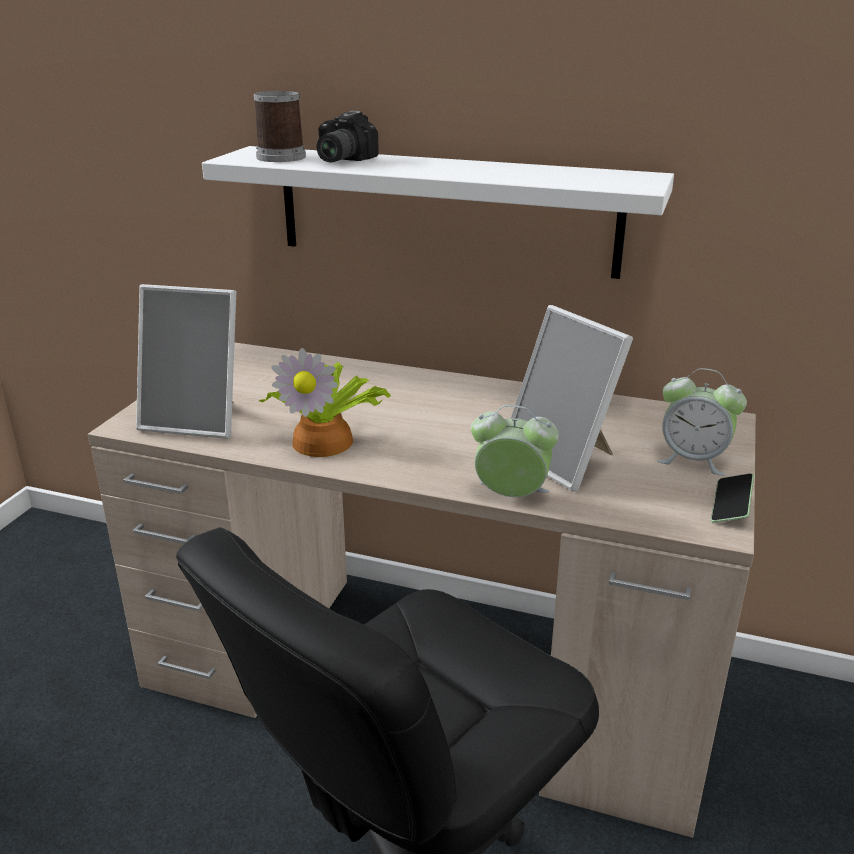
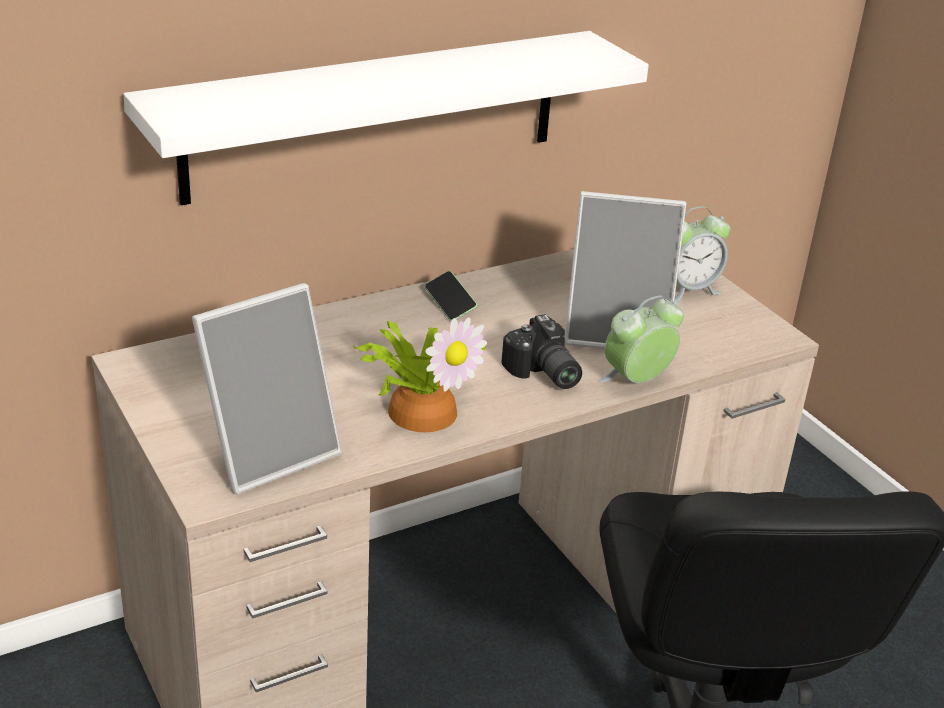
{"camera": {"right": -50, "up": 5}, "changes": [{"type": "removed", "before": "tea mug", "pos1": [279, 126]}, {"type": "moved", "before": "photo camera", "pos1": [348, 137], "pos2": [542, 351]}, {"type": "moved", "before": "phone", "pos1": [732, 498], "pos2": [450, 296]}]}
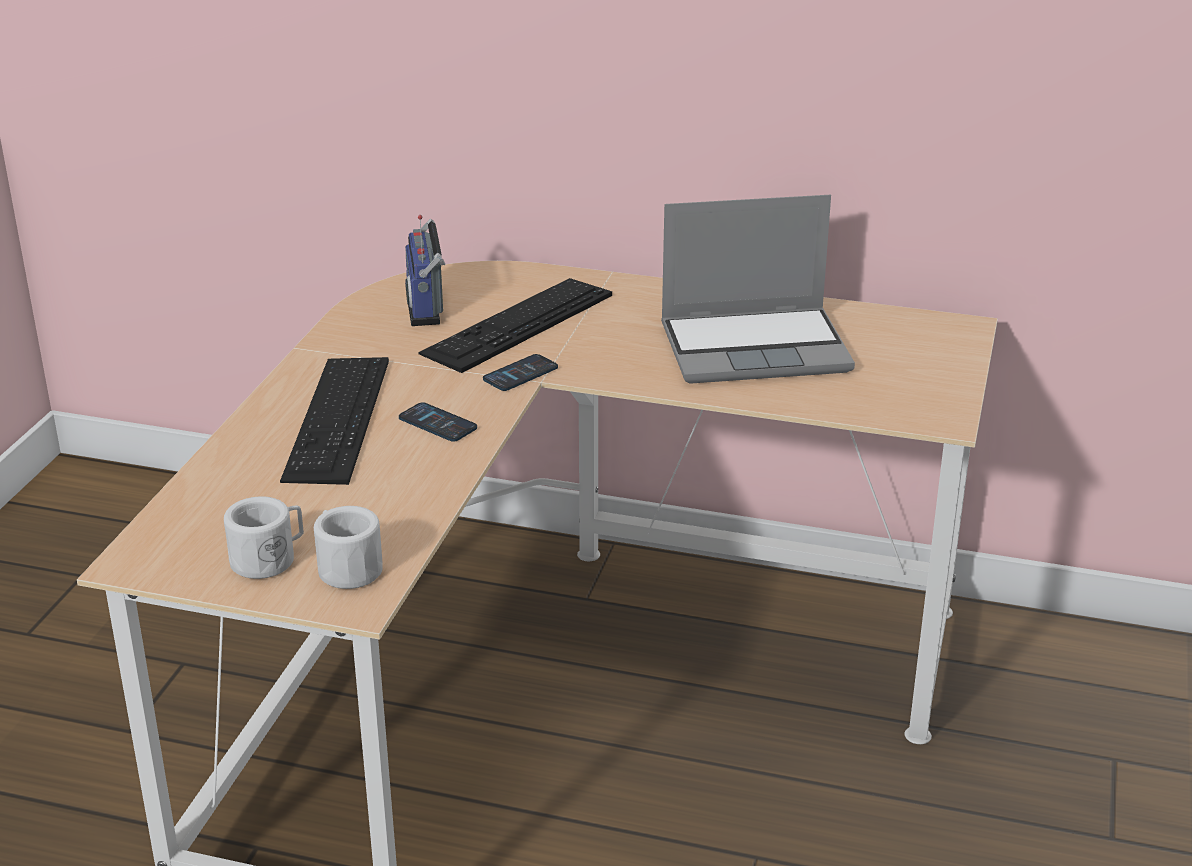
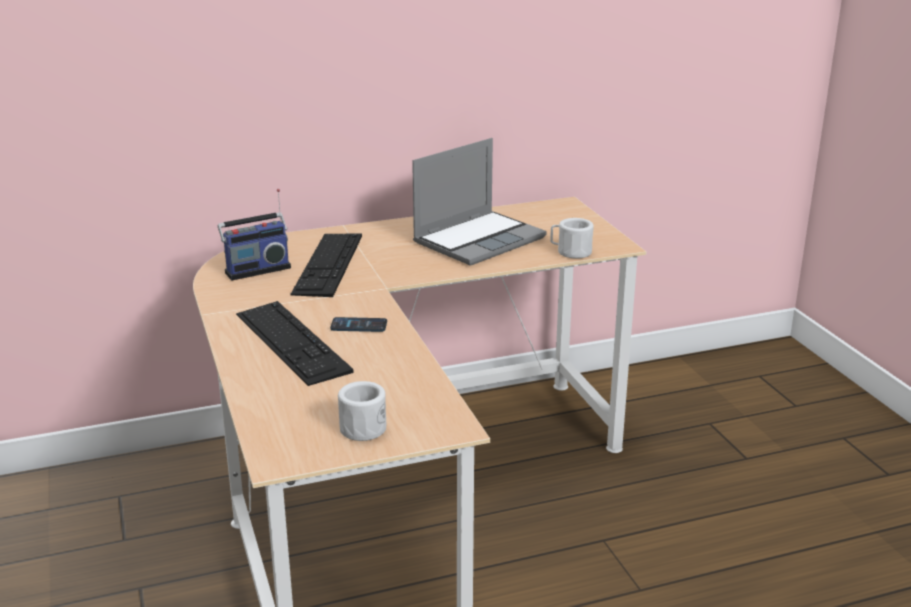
{"camera": {"right": -35, "up": -5}, "changes": [{"type": "turned", "before": "radio receiver", "pos1": [425, 270], "pos2": [254, 235], "turn": -75}, {"type": "removed", "before": "phone", "pos1": [520, 372]}, {"type": "moved", "before": "tea mug/white-coloured", "pos1": [348, 547], "pos2": [572, 238]}]}
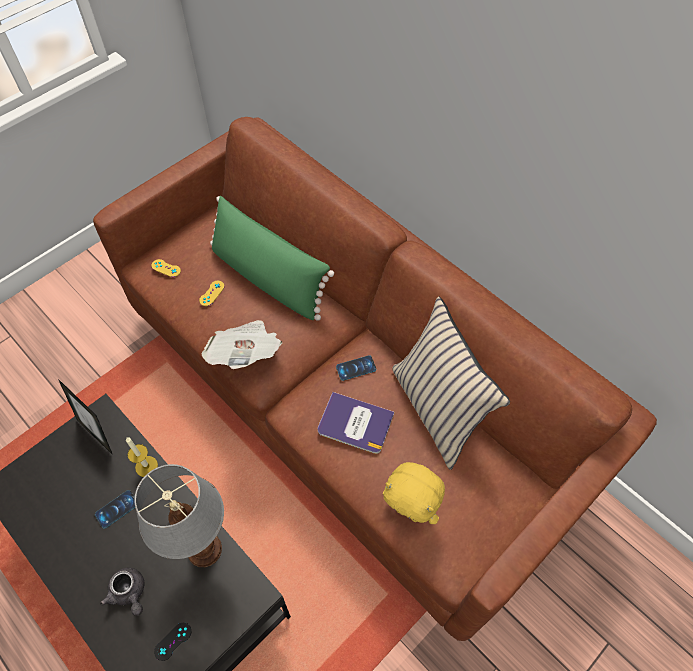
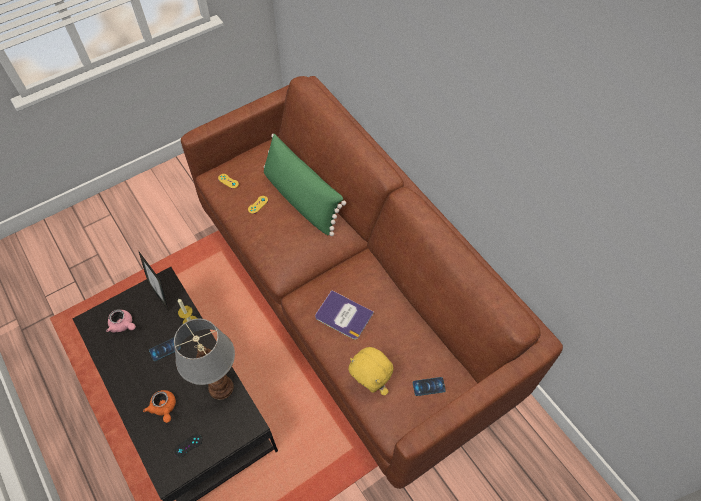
{"camera": {"right": 10, "up": 0}, "changes": [{"type": "removed", "before": "throw pillow/beige-coloured", "pos1": [451, 383]}, {"type": "removed", "before": "printed paper", "pos1": [241, 344]}, {"type": "moved", "before": "phone", "pos1": [356, 368], "pos2": [429, 386]}, {"type": "recoloured", "before": "pot for tea/grey", "after": "pot for tea/orange", "pos1": [122, 592], "pos2": [159, 406]}, {"type": "added", "after": "pot for tea/pinkish", "pos2": [121, 321]}]}
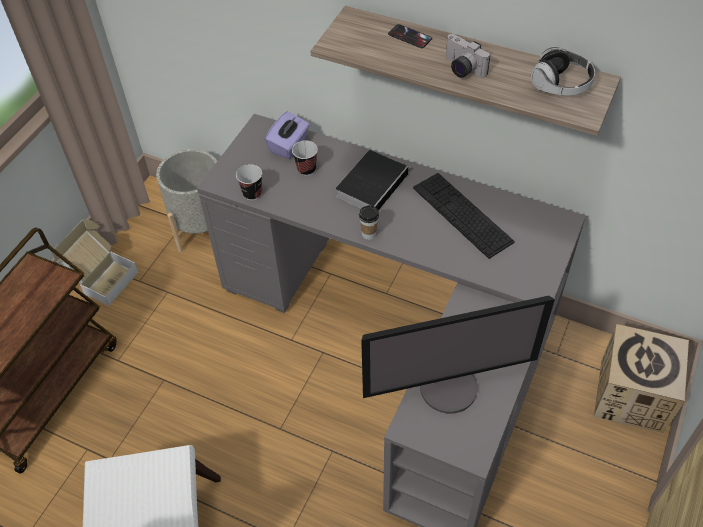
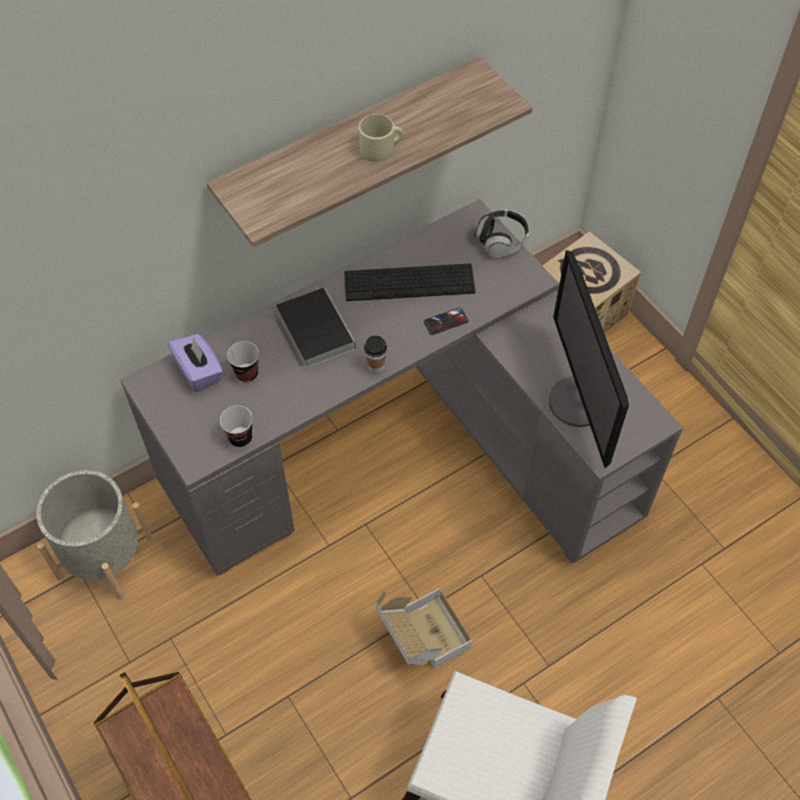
{"camera": {"right": -60, "up": 5}, "changes": [{"type": "moved", "before": "phone", "pos1": [410, 36], "pos2": [446, 321]}, {"type": "replaced", "before": "photo camera", "after": "tea mug/beige-coloured", "pos1": [468, 56], "pos2": [381, 138]}, {"type": "moved", "before": "headset", "pos1": [563, 71], "pos2": [501, 233]}, {"type": "moved", "before": "carton", "pos1": [95, 263], "pos2": [424, 628]}, {"type": "turned", "before": "computer display", "pos1": [458, 355], "pos2": [589, 359], "turn": 150}]}
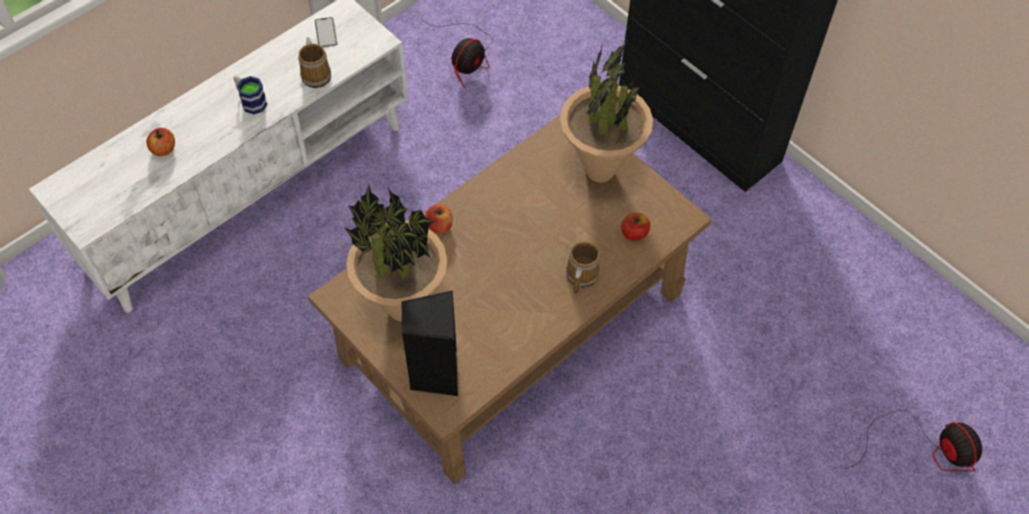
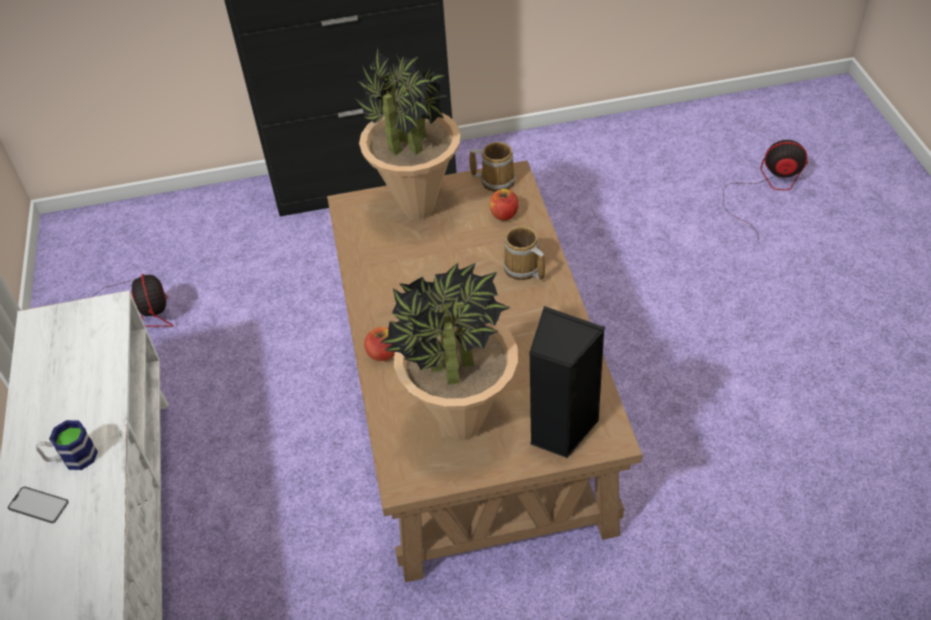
{"camera": {"right": -55, "up": -10}, "changes": [{"type": "moved", "before": "phone", "pos1": [326, 32], "pos2": [38, 505]}, {"type": "moved", "before": "tea mug", "pos1": [314, 62], "pos2": [492, 167]}, {"type": "removed", "before": "apple fruit", "pos1": [161, 142]}]}
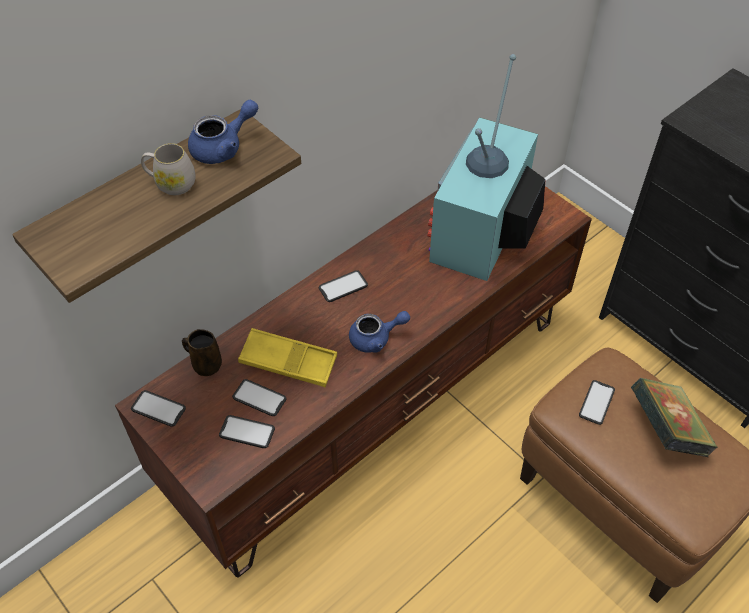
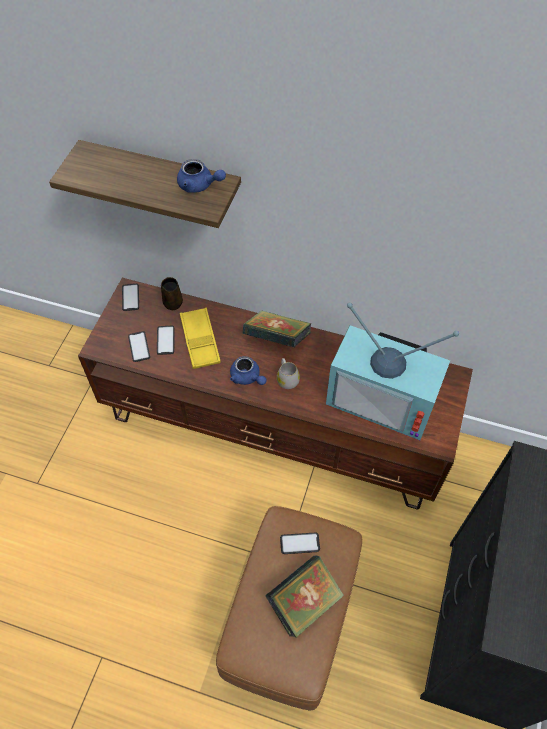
{"camera": {"right": 60, "up": 5}, "changes": [{"type": "turned", "before": "television", "pos1": [486, 167], "pos2": [392, 371], "turn": -150}, {"type": "moved", "before": "tea mug/white-coloured", "pos1": [168, 169], "pos2": [288, 373]}, {"type": "replaced", "before": "phone", "after": "bound book", "pos1": [343, 286], "pos2": [277, 328]}]}
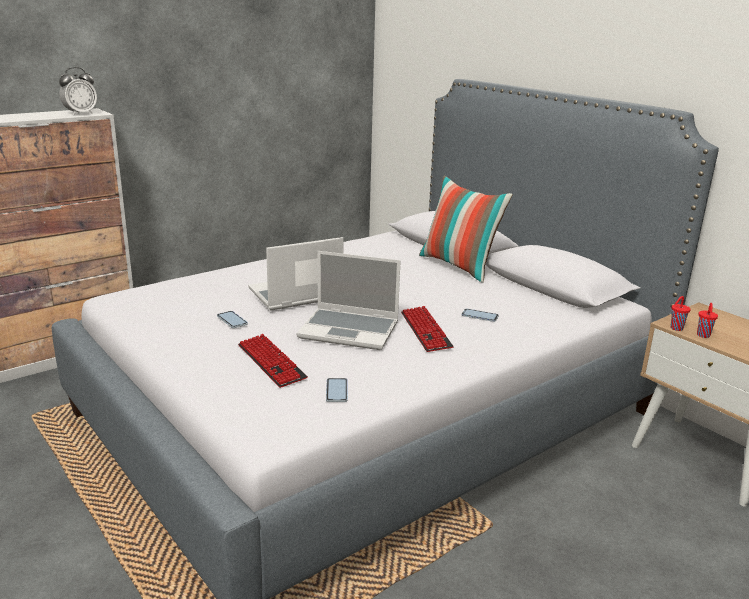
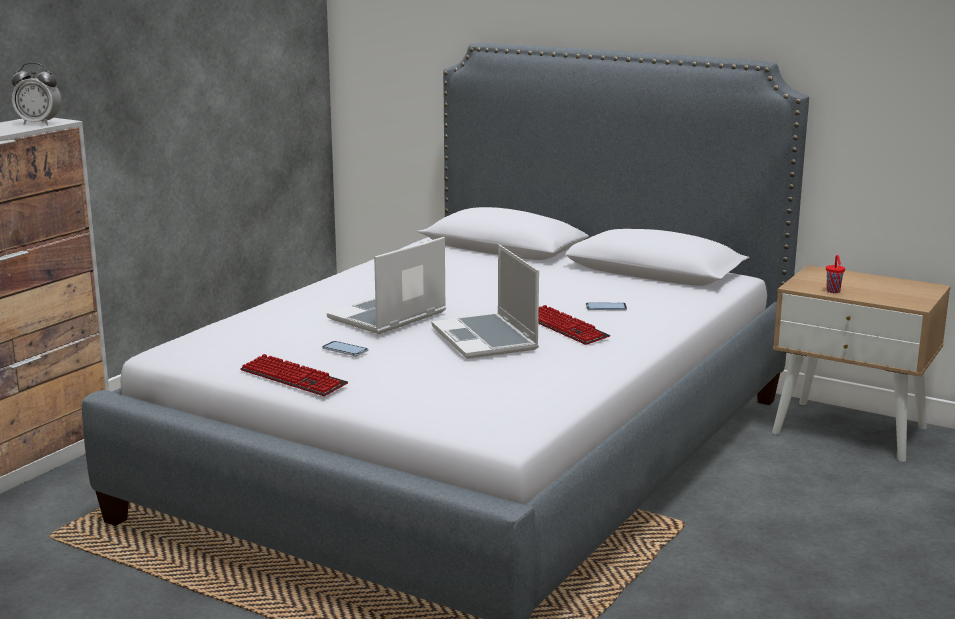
{"camera": {"right": -20, "up": -5}, "changes": [{"type": "turned", "before": "table clock", "pos1": [78, 91], "pos2": [36, 94], "turn": 75}, {"type": "removed", "before": "throw pillow", "pos1": [466, 229]}, {"type": "turned", "before": "laptop", "pos1": [349, 300], "pos2": [485, 302], "turn": 75}, {"type": "removed", "before": "drinking cup/red", "pos1": [680, 313]}, {"type": "moved", "before": "computer keyboard", "pos1": [273, 361], "pos2": [294, 375]}, {"type": "removed", "before": "phone", "pos1": [337, 390]}]}
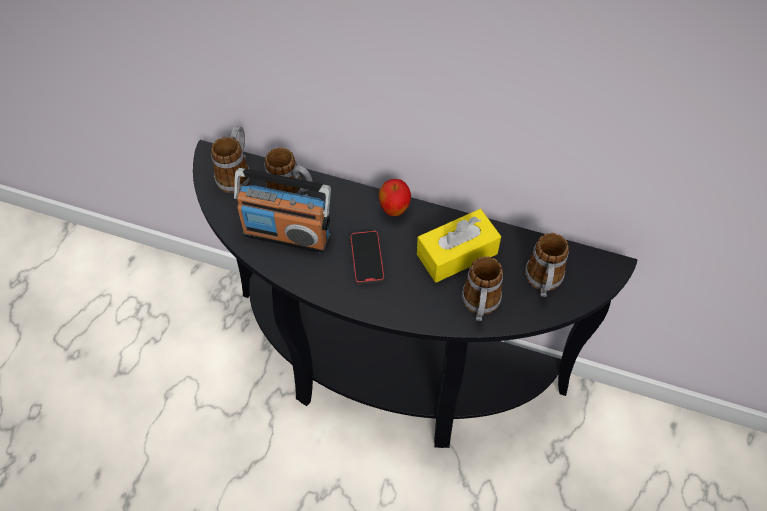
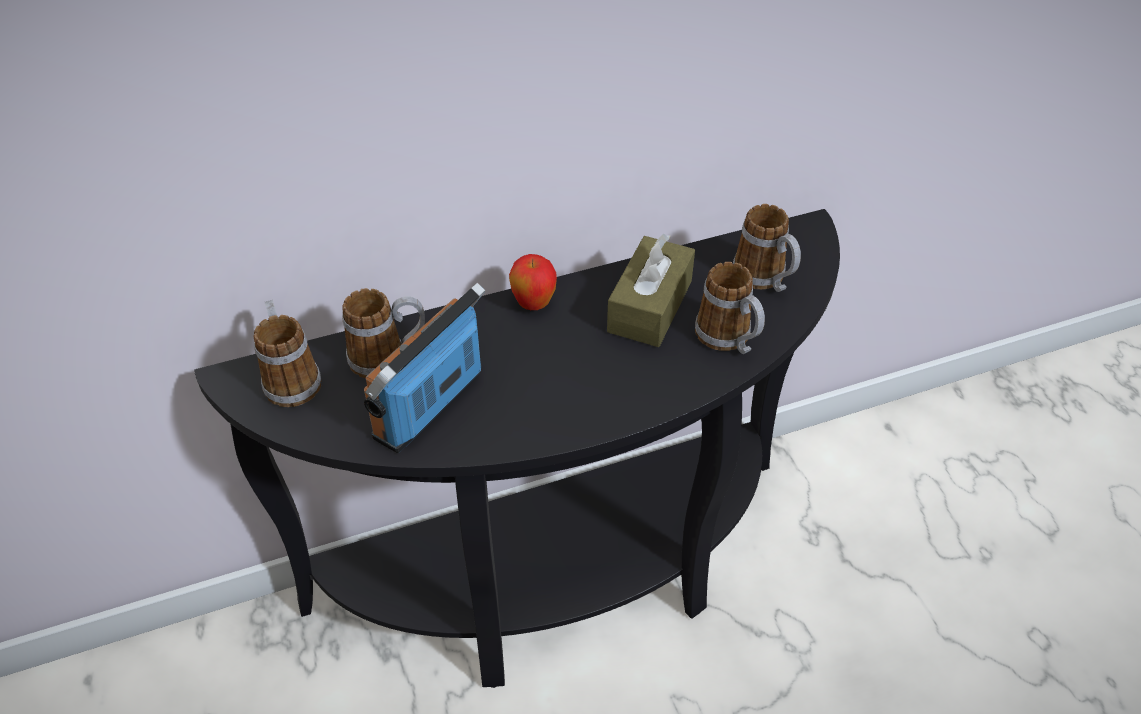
{"camera": {"right": -40, "up": -10}, "changes": [{"type": "turned", "before": "radio receiver", "pos1": [282, 210], "pos2": [425, 368], "turn": 150}, {"type": "recoloured", "before": "box of tissues/yellow-coloured", "after": "box of tissues/brown", "pos1": [459, 246], "pos2": [651, 290]}, {"type": "removed", "before": "phone", "pos1": [367, 257]}]}
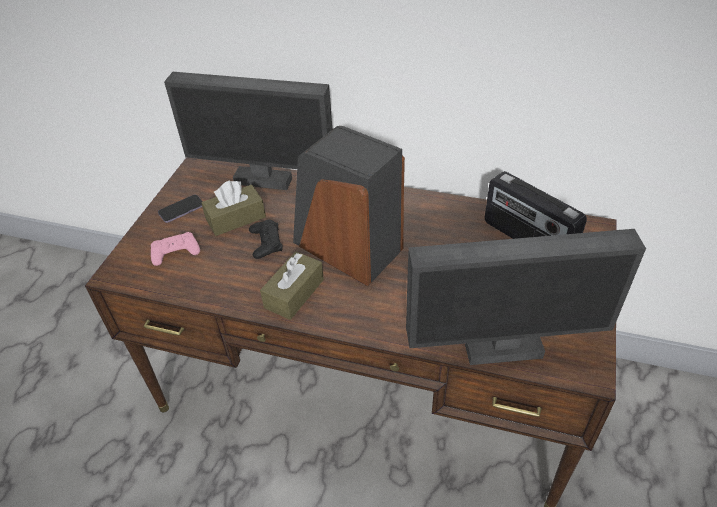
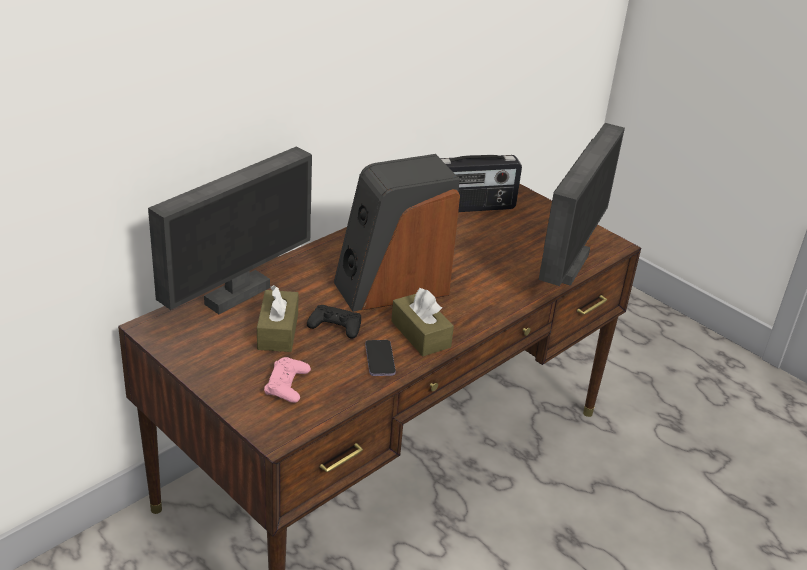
{"camera": {"right": -65, "up": -10}, "changes": [{"type": "moved", "before": "phone", "pos1": [180, 209], "pos2": [380, 358]}]}
